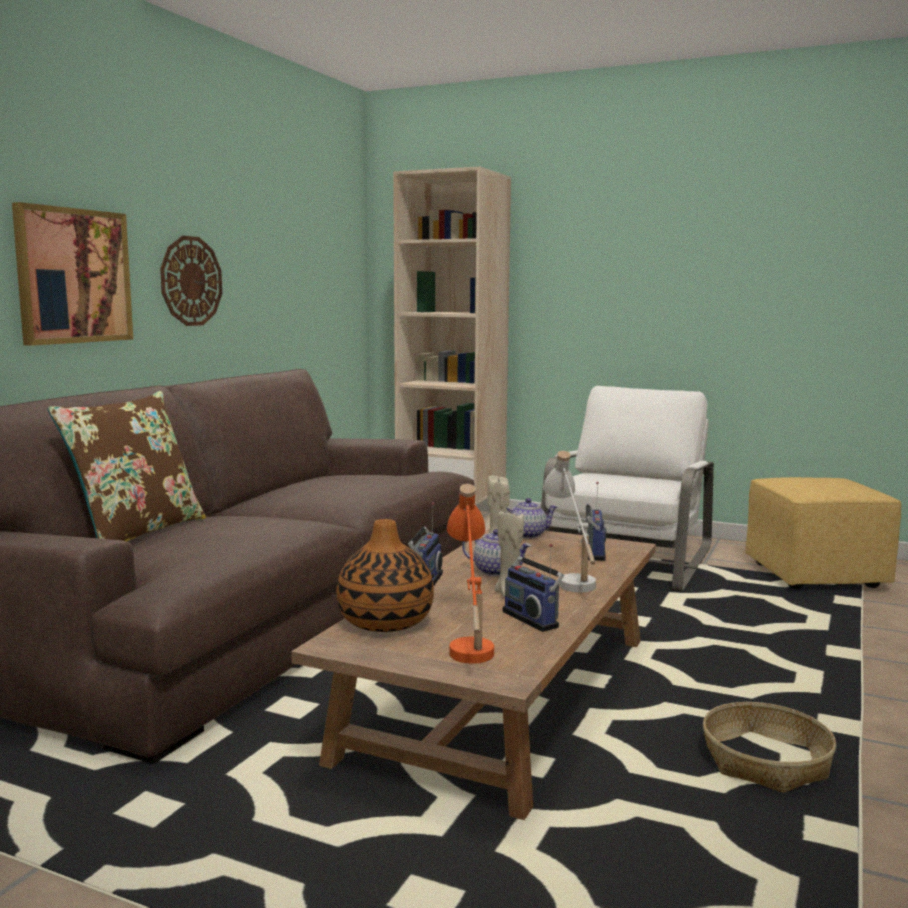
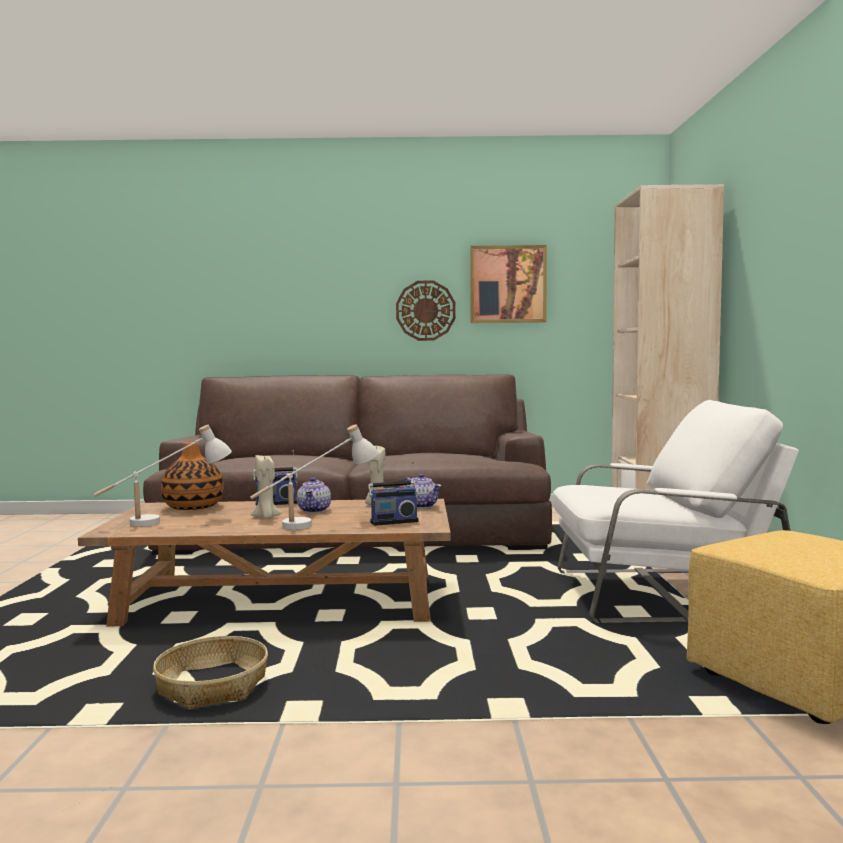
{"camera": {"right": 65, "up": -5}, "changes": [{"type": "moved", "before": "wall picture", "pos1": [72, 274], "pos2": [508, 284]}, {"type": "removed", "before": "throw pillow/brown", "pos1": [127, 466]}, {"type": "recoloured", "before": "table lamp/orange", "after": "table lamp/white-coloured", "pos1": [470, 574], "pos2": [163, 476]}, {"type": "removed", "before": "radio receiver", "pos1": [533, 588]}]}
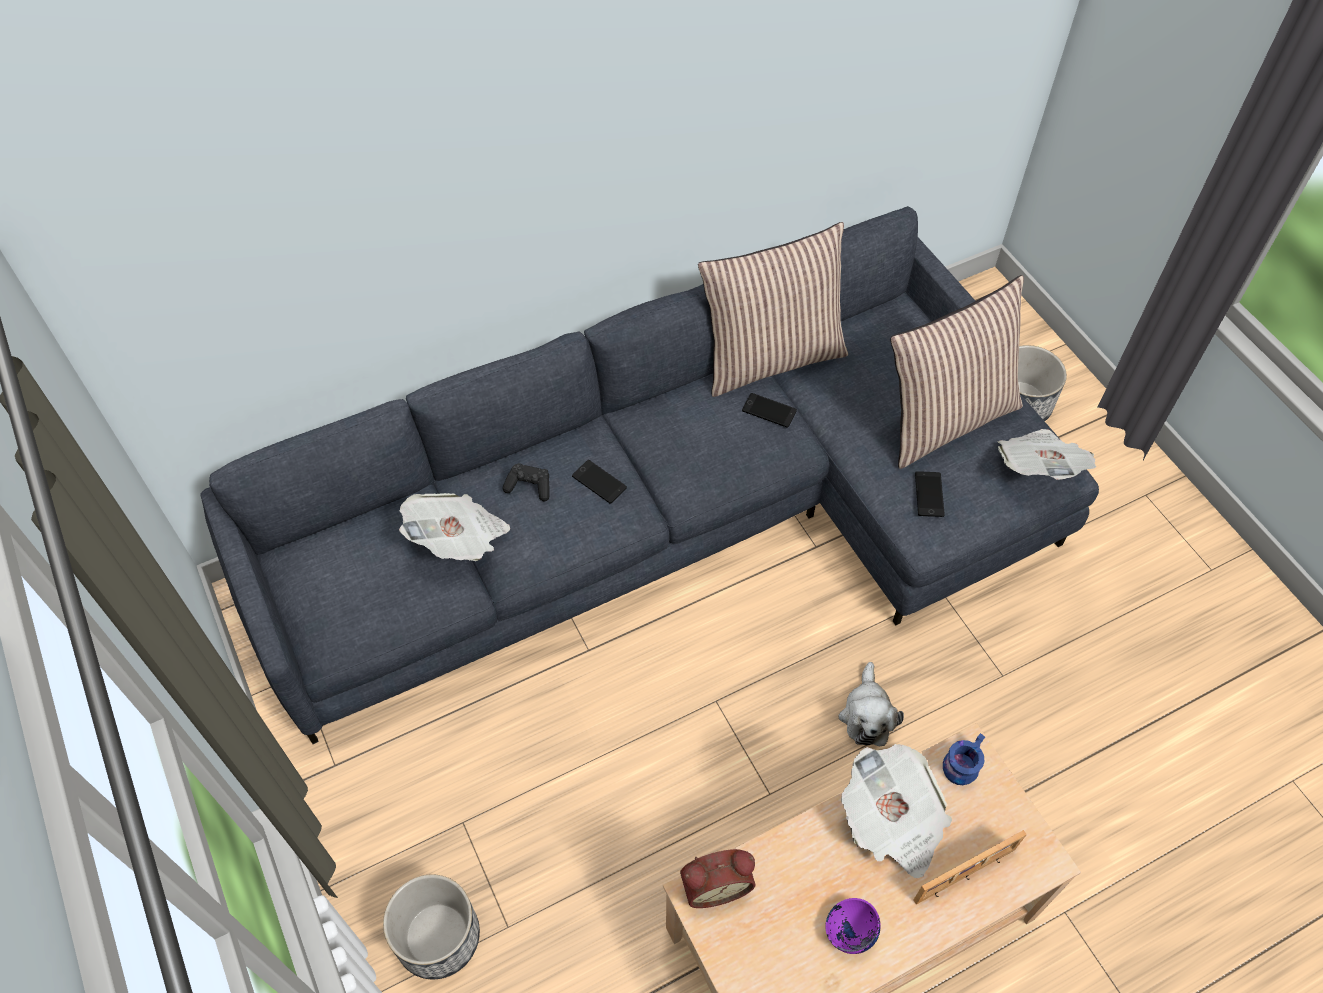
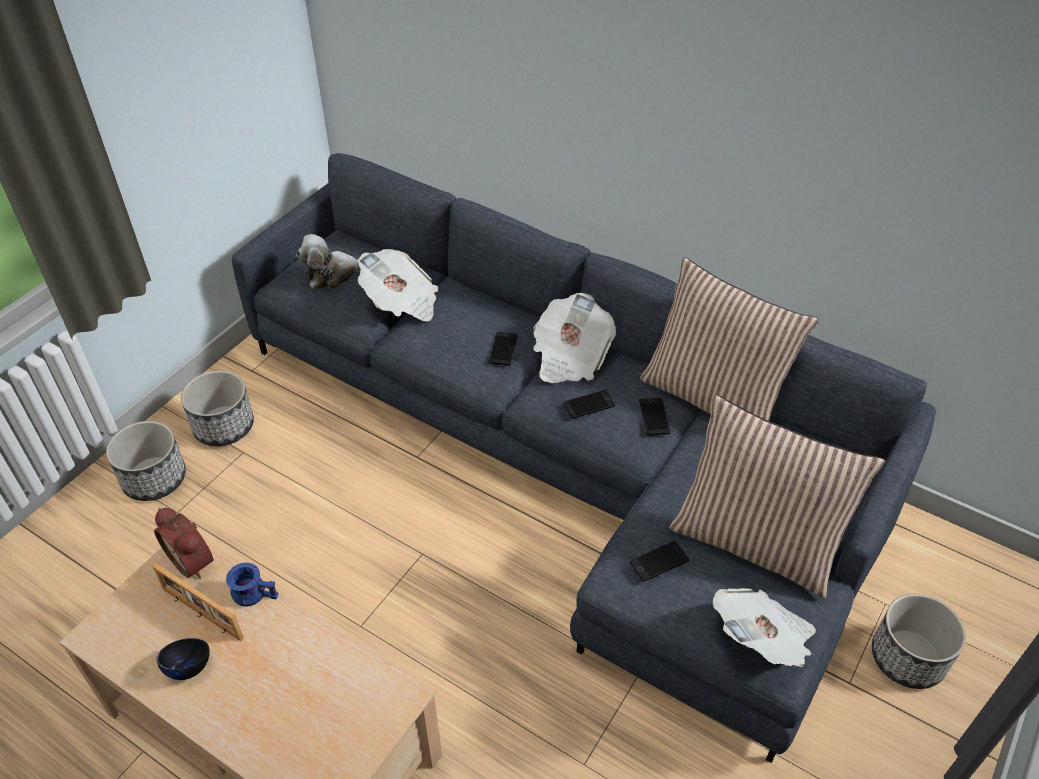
{"camera": {"right": 60, "up": -10}, "changes": [{"type": "removed", "before": "game controller/black", "pos1": [525, 482]}, {"type": "moved", "before": "soft toy", "pos1": [871, 704], "pos2": [328, 261]}, {"type": "moved", "before": "tea mug/blue", "pos1": [964, 759], "pos2": [252, 585]}, {"type": "moved", "before": "printed paper", "pos1": [896, 811], "pos2": [574, 338]}, {"type": "moved", "before": "picture frame", "pos1": [970, 867], "pos2": [198, 602]}, {"type": "recoloured", "before": "serving bowl/purple", "after": "serving bowl/black", "pos1": [853, 926], "pos2": [182, 659]}, {"type": "added", "after": "plant pot", "pos2": [217, 408]}, {"type": "added", "after": "phone", "pos2": [589, 404]}]}
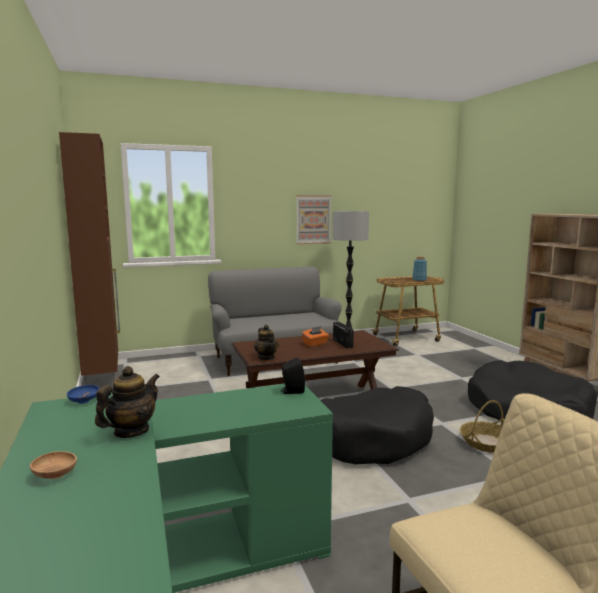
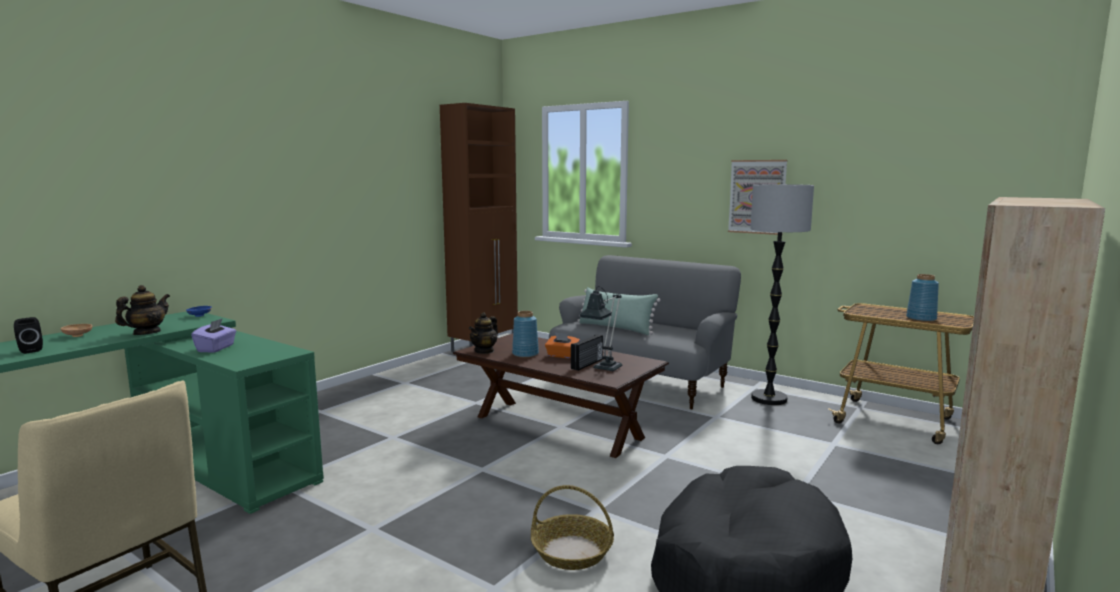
{"camera": {"right": 55, "up": 0}, "changes": [{"type": "moved", "before": "audio speaker/black", "pos1": [293, 375], "pos2": [28, 335]}, {"type": "turned", "before": "pot for tea", "pos1": [127, 402], "pos2": [142, 310], "turn": -60}, {"type": "removed", "before": "dog bed/black", "pos1": [377, 425]}, {"type": "added", "after": "table lamp", "pos2": [601, 328]}, {"type": "added", "after": "throw pillow/green", "pos2": [618, 311]}, {"type": "added", "after": "vase/blue", "pos2": [525, 334]}, {"type": "added", "after": "box of tissues/purple", "pos2": [213, 335]}]}
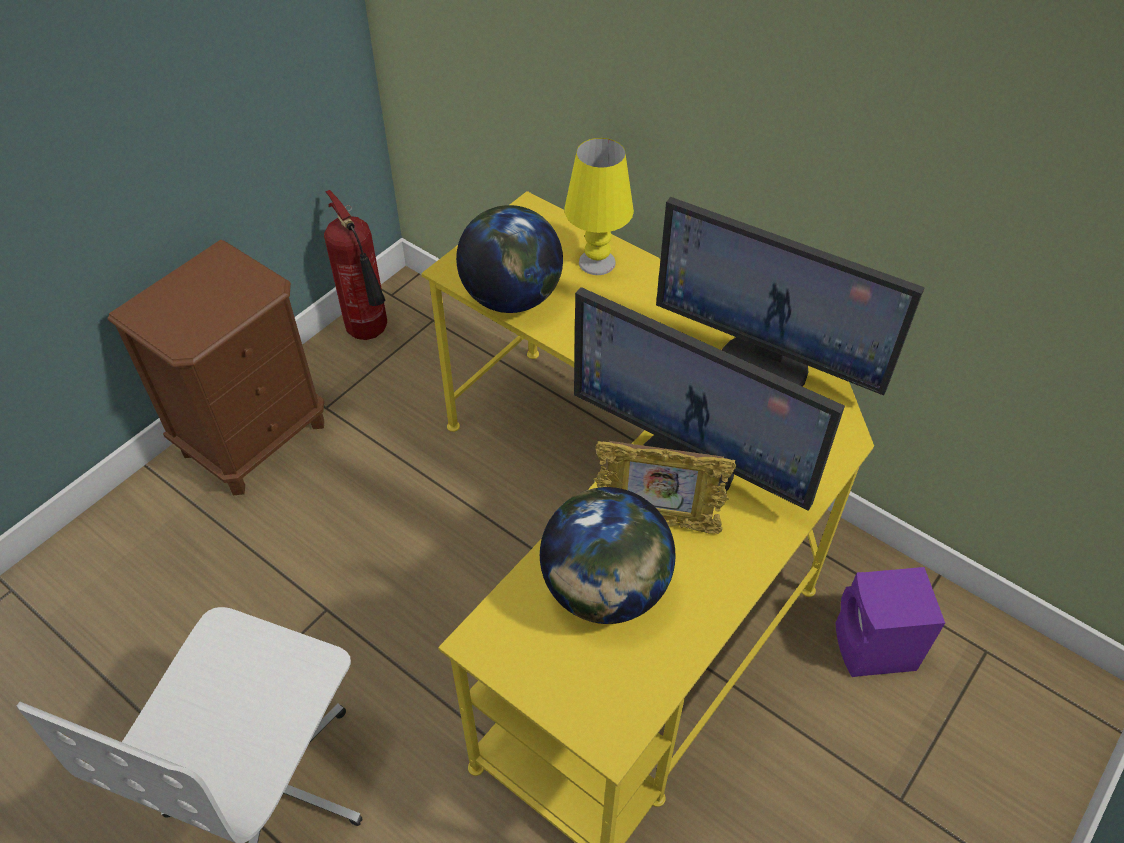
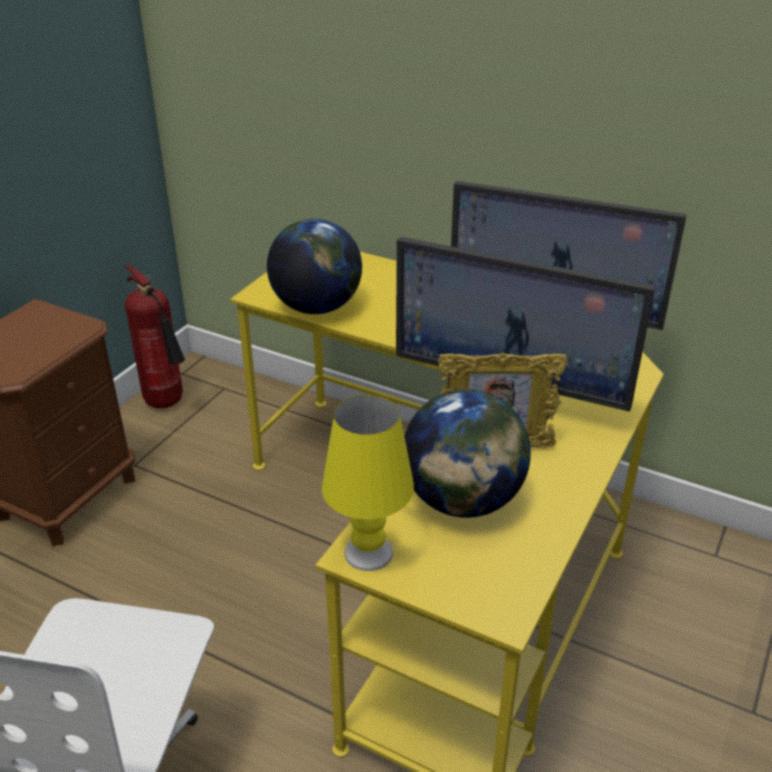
{"camera": {"right": -10, "up": -15}, "changes": [{"type": "moved", "before": "table lamp/yellow-coloured", "pos1": [599, 206], "pos2": [368, 483]}, {"type": "removed", "before": "audio speaker/purple", "pos1": [890, 622]}]}
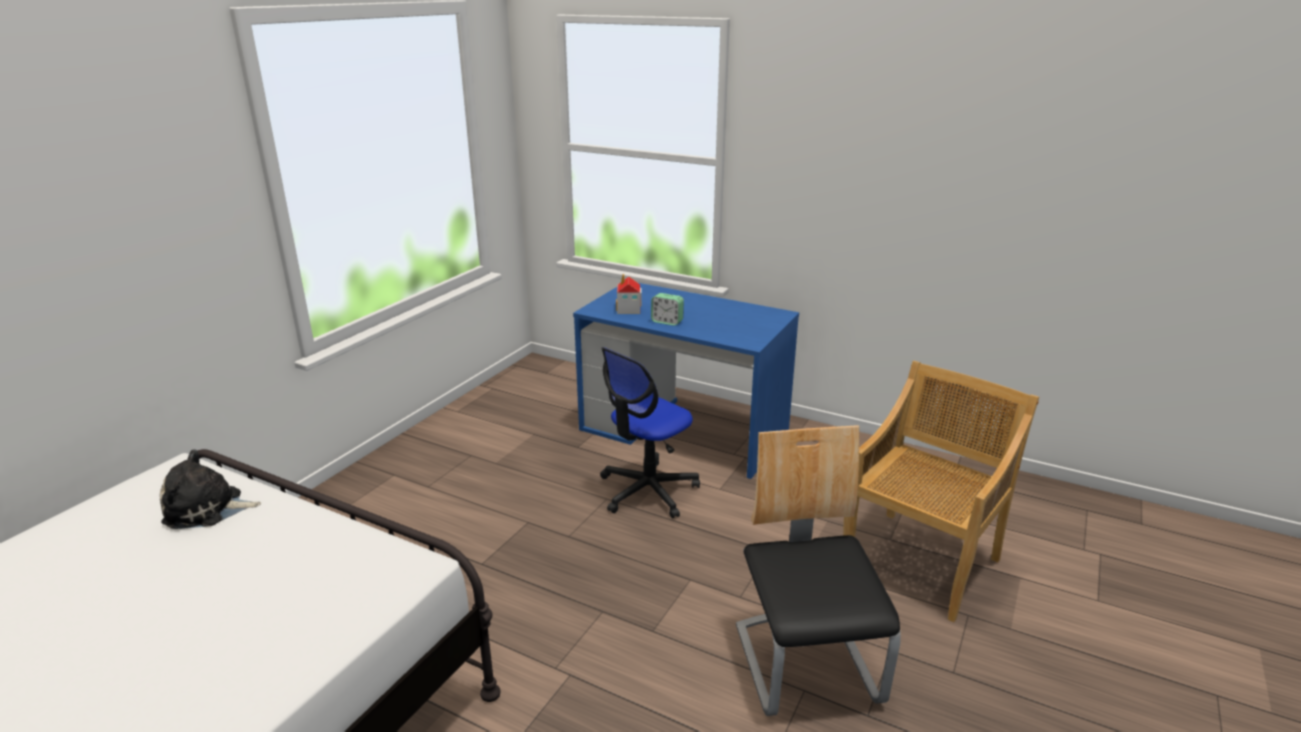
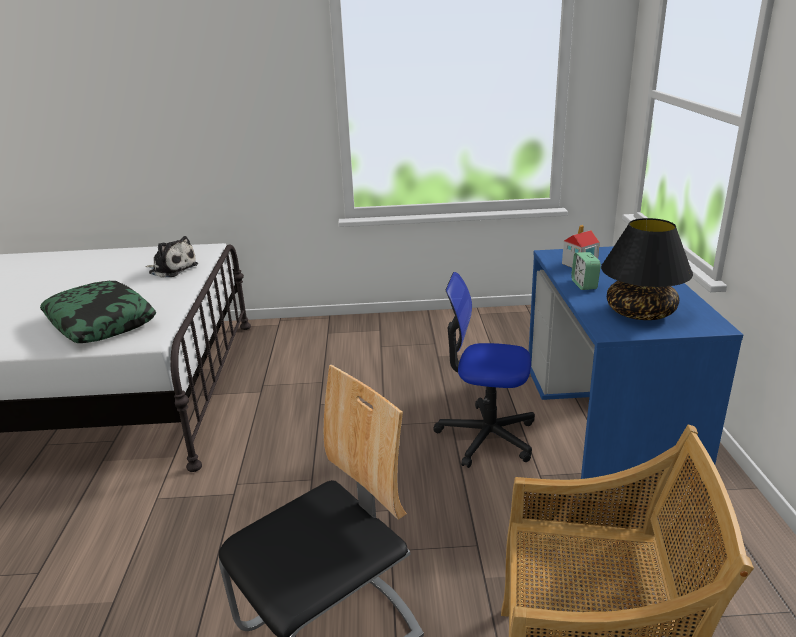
{"camera": {"right": 60, "up": 0}, "changes": [{"type": "turned", "before": "soft toy", "pos1": [210, 489], "pos2": [171, 257], "turn": 150}, {"type": "added", "after": "table lamp/black", "pos2": [647, 269]}, {"type": "added", "after": "throw pillow", "pos2": [98, 312]}]}
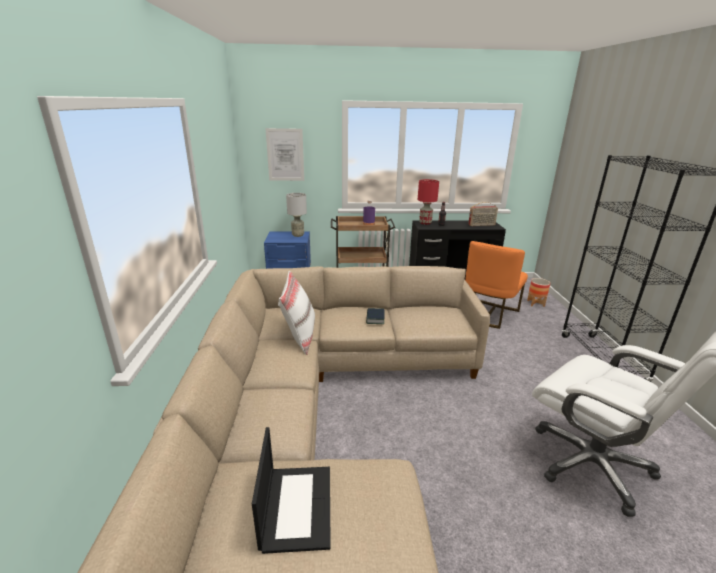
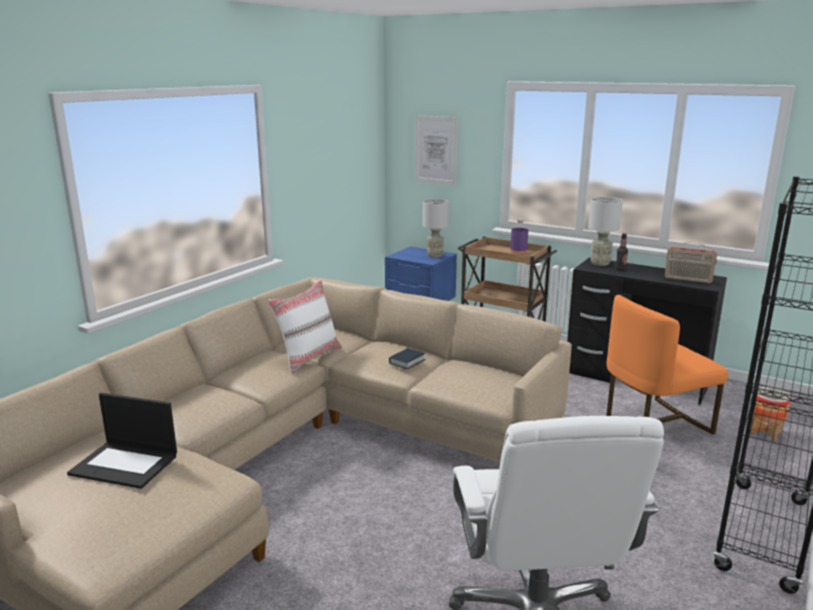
{"camera": {"right": 35, "up": -5}, "changes": [{"type": "recoloured", "before": "table lamp/red", "after": "table lamp/grey", "pos1": [428, 202], "pos2": [605, 231]}, {"type": "turned", "before": "laptop", "pos1": [291, 490], "pos2": [122, 441], "turn": 75}]}
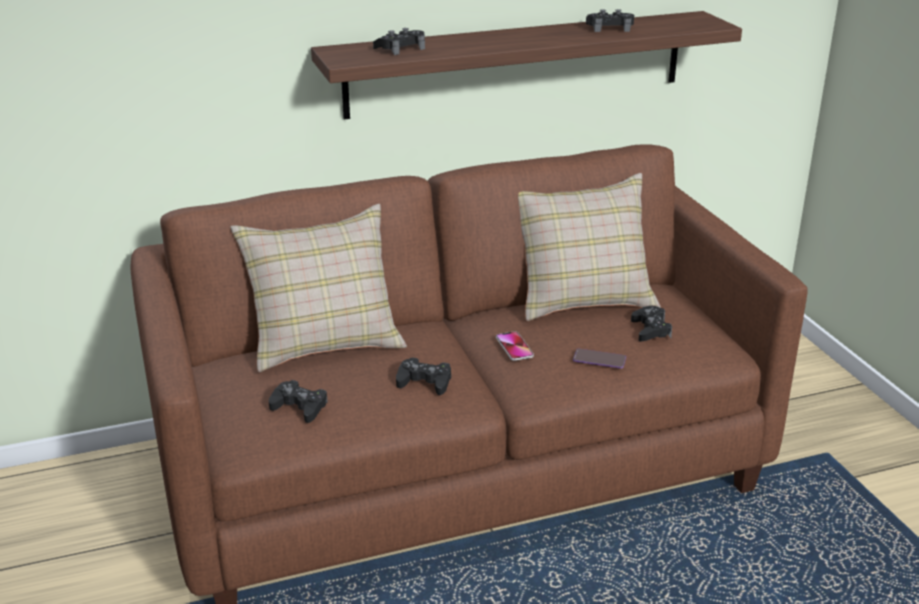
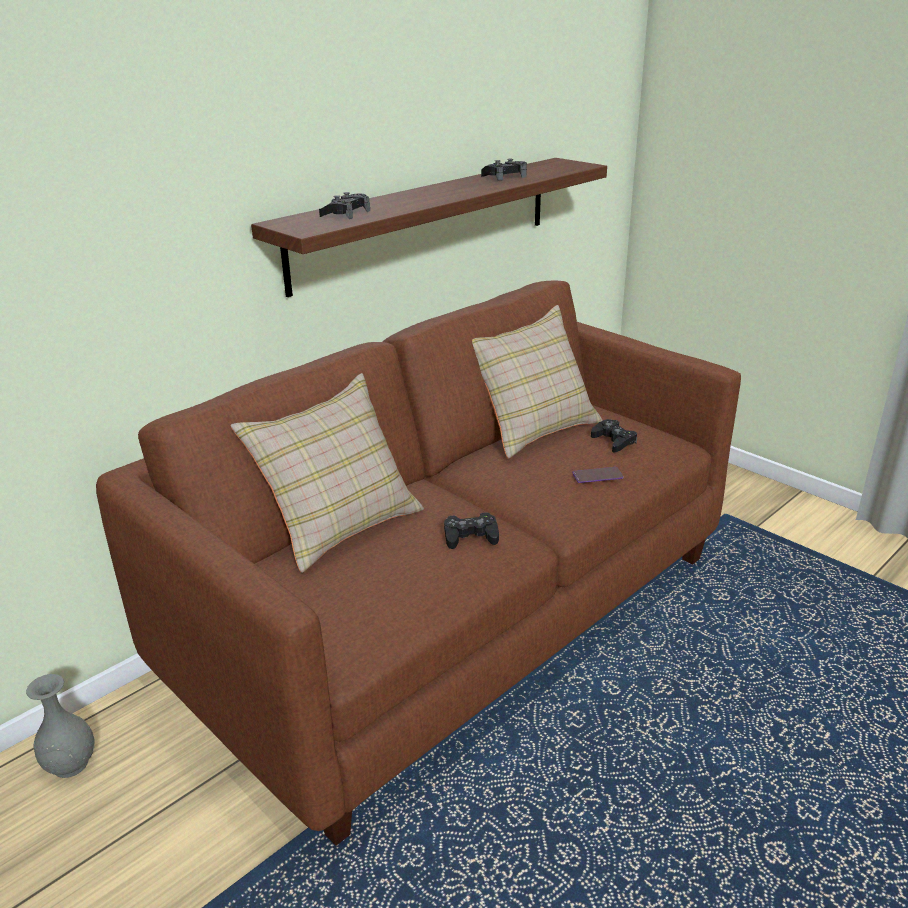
{"camera": {"right": -25, "up": 0}, "changes": [{"type": "removed", "before": "phone", "pos1": [515, 346]}, {"type": "removed", "before": "game controller/black", "pos1": [298, 401]}, {"type": "added", "after": "vase/grey", "pos2": [60, 726]}]}
